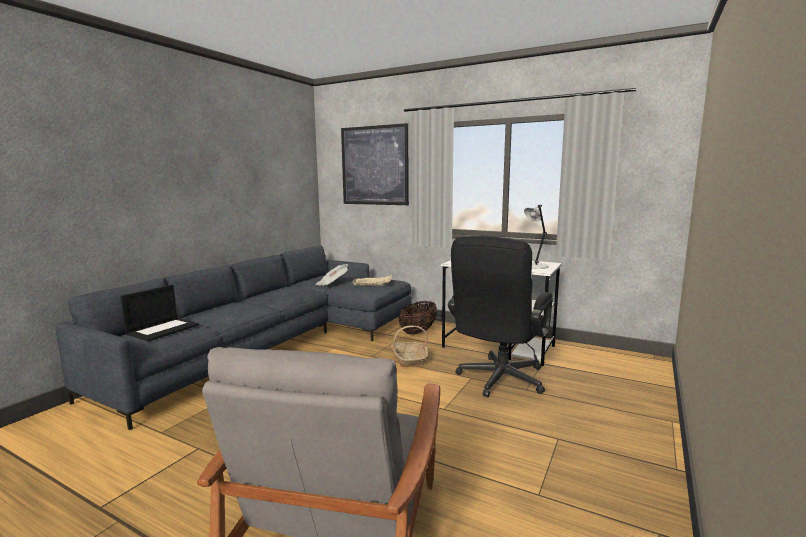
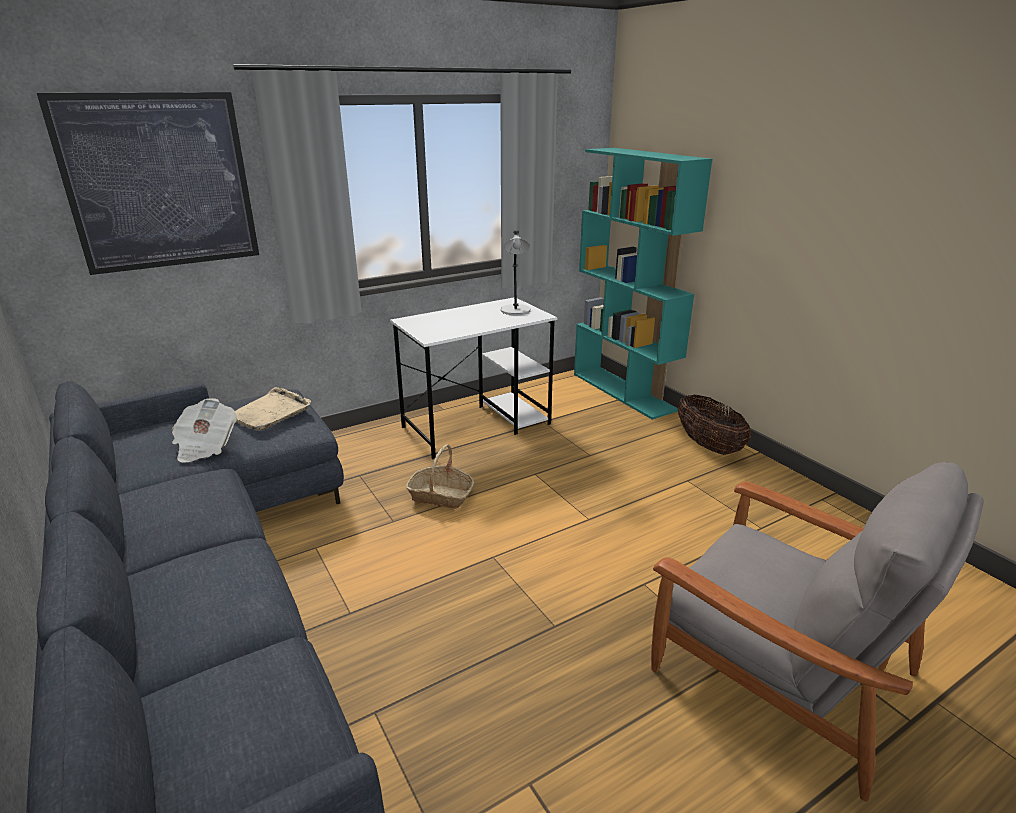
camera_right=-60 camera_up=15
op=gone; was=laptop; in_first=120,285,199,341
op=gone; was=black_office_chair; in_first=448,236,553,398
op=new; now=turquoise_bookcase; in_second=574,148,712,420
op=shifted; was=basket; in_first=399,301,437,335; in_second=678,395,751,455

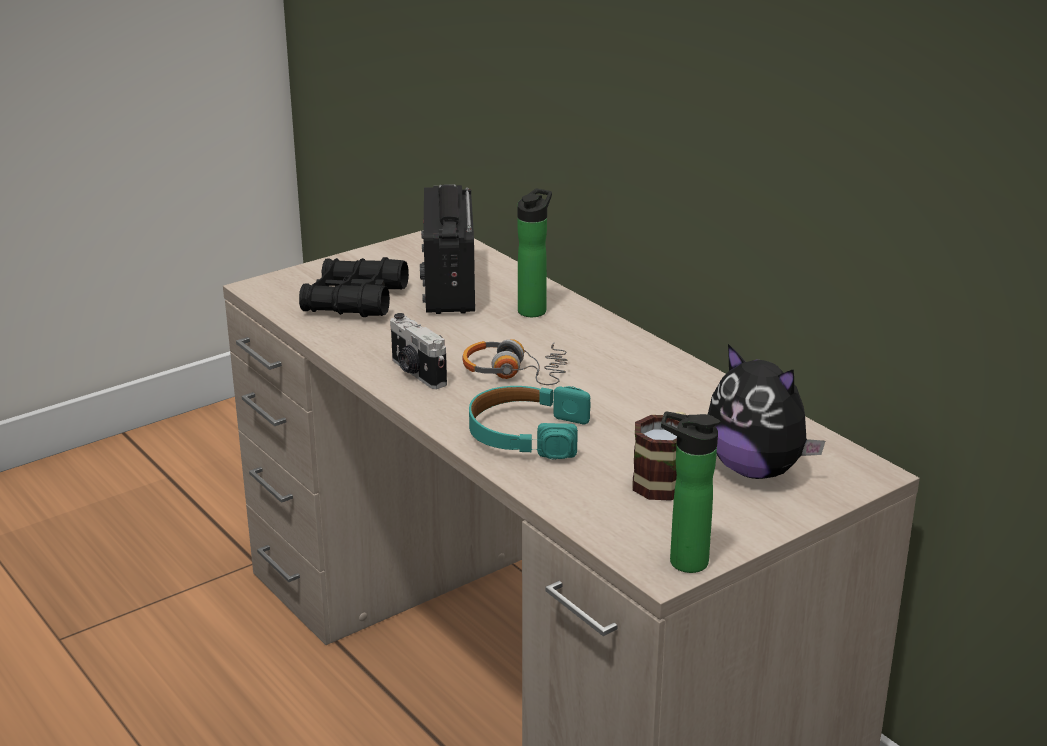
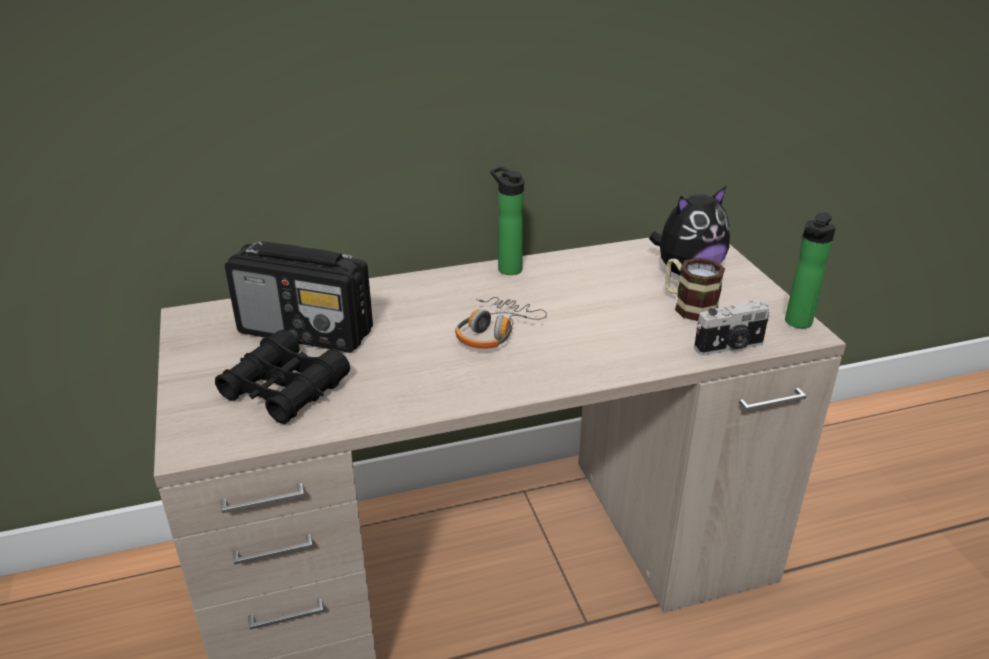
camera_right=-70 camera_up=5
op=gone; was=turquoise_headphones; in_first=469,386,590,460
op=shifted; was=photo_camera; in_first=390,313,447,389; in_second=694,301,769,355
op=shifted; was=bottle; in_first=517,189,552,317; in_second=490,167,524,275

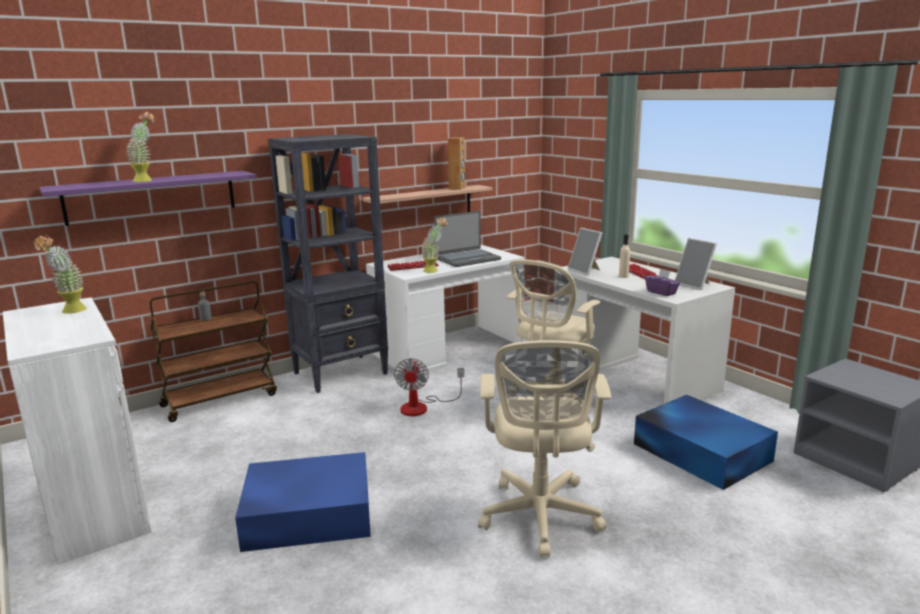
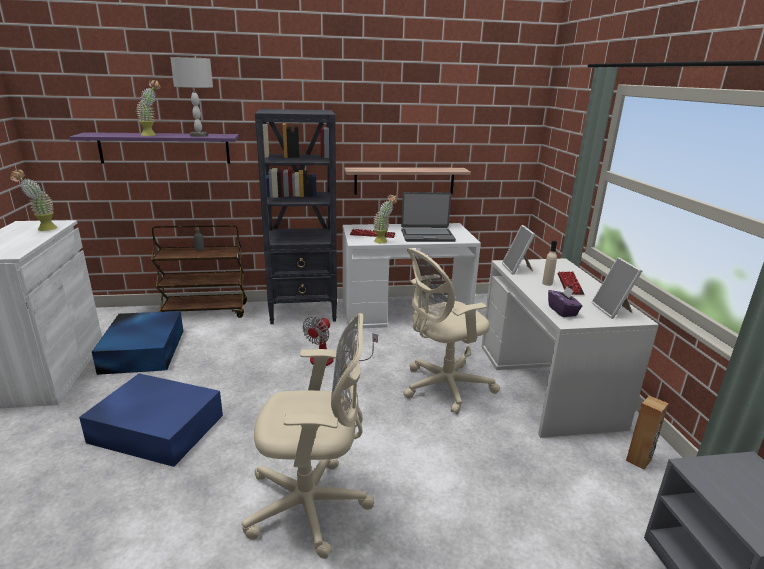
camera_right=25 camera_up=5
op=new; now=grey_table_lamp; in_second=170,57,213,137
op=shifted; was=brown_speaker; in_first=448,137,465,190; in_second=626,396,669,470
op=shifted; was=blue_storage_box; in_first=634,395,778,490; in_second=92,311,183,375
op=rotated; was=beige_office_chair; in_first=478,340,611,557; in_second=242,313,374,559; clockwise=-120

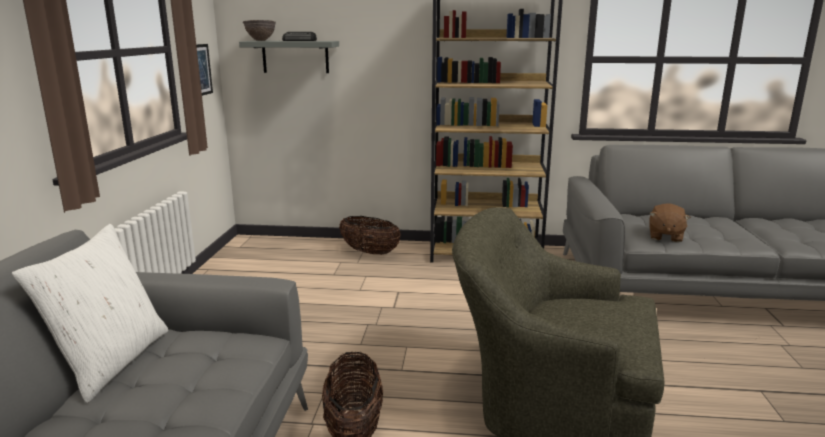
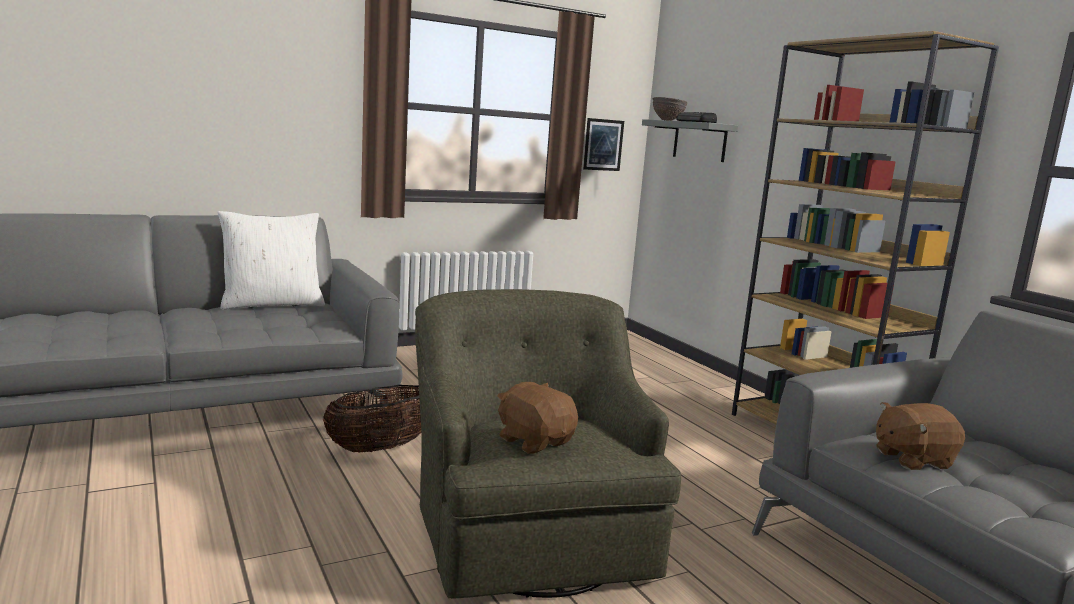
camera_right=55 camera_up=-5
op=gone; was=basket; in_first=339,216,401,255
op=new; now=brown_plush_toy; in_second=497,382,578,454

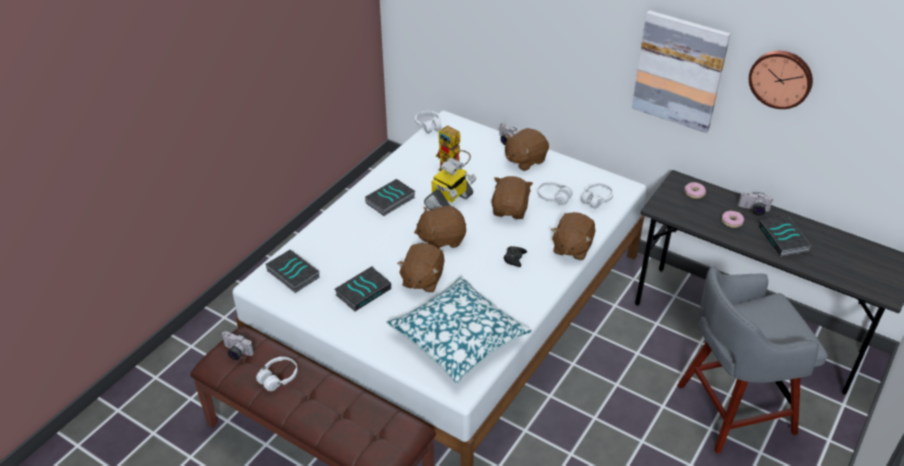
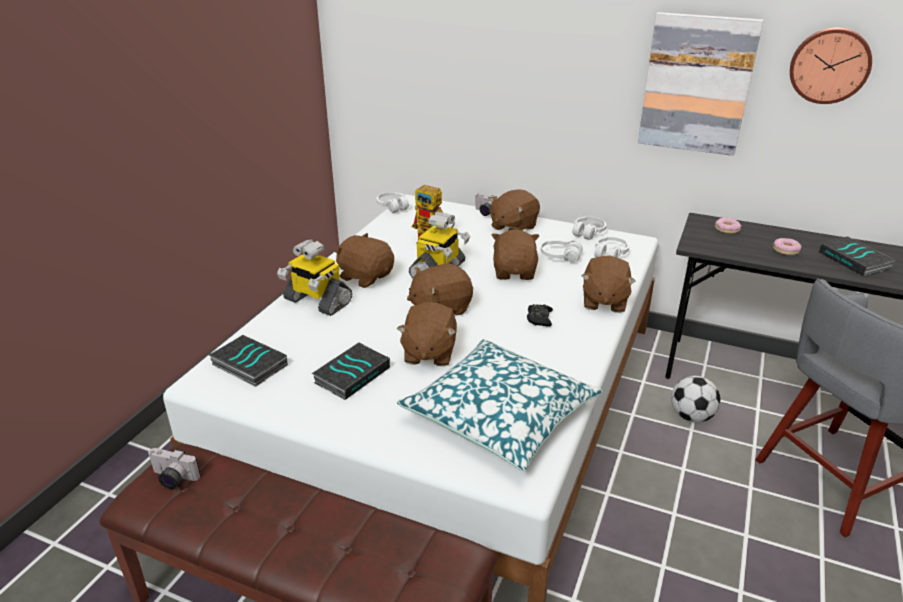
camera_right=-10 camera_up=-10
op=gone; was=photo_camera; in_first=738,192,774,215
op=new; now=toy_robot; in_second=277,239,352,316
op=new; now=football; in_second=671,376,720,423
op=shifted; was=white_headphones; in_first=256,357,298,391; in_second=572,217,606,240
op=swapped; was=book; now=brown_plush_toy; in_first=365,179,415,216; in_second=334,233,394,288

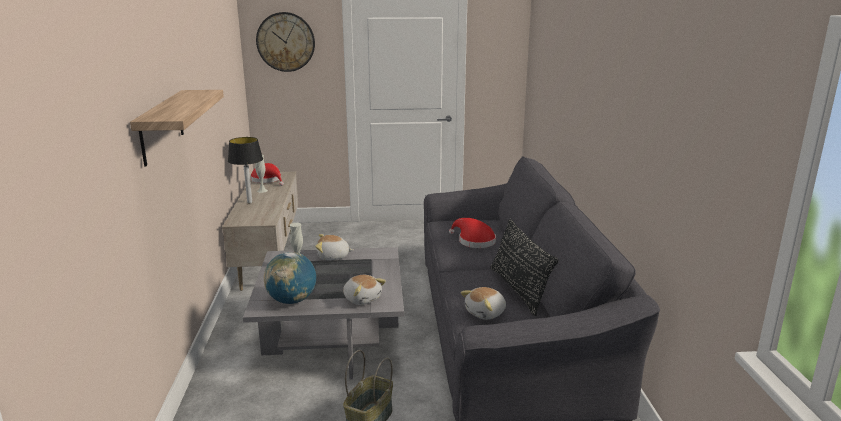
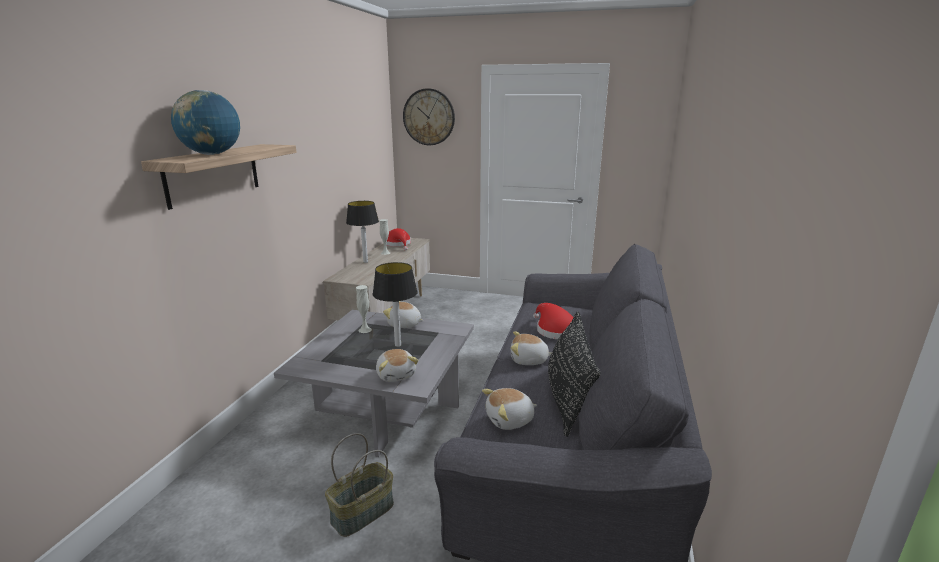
camera_right=20 camera_up=0
op=new; now=table_lamp; in_second=373,262,418,347
op=new; now=plush_toy; in_second=511,331,552,365
op=shifted; was=globe; in_first=264,252,316,304; in_second=171,90,240,155

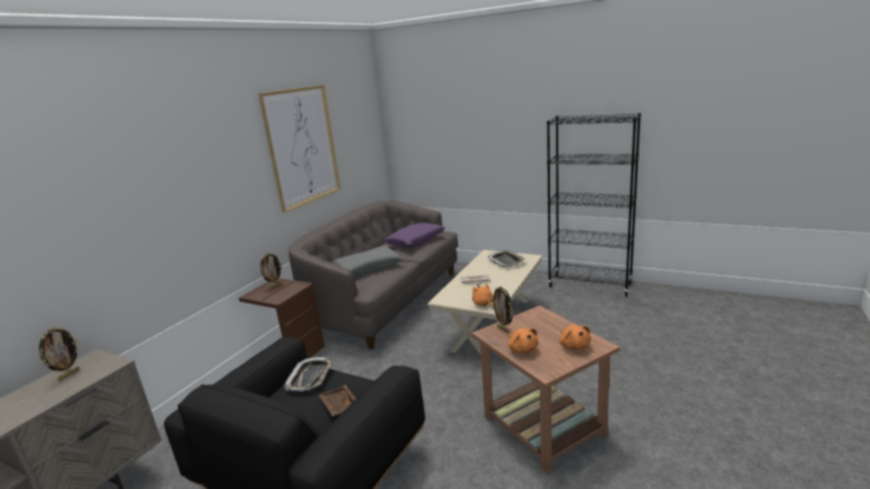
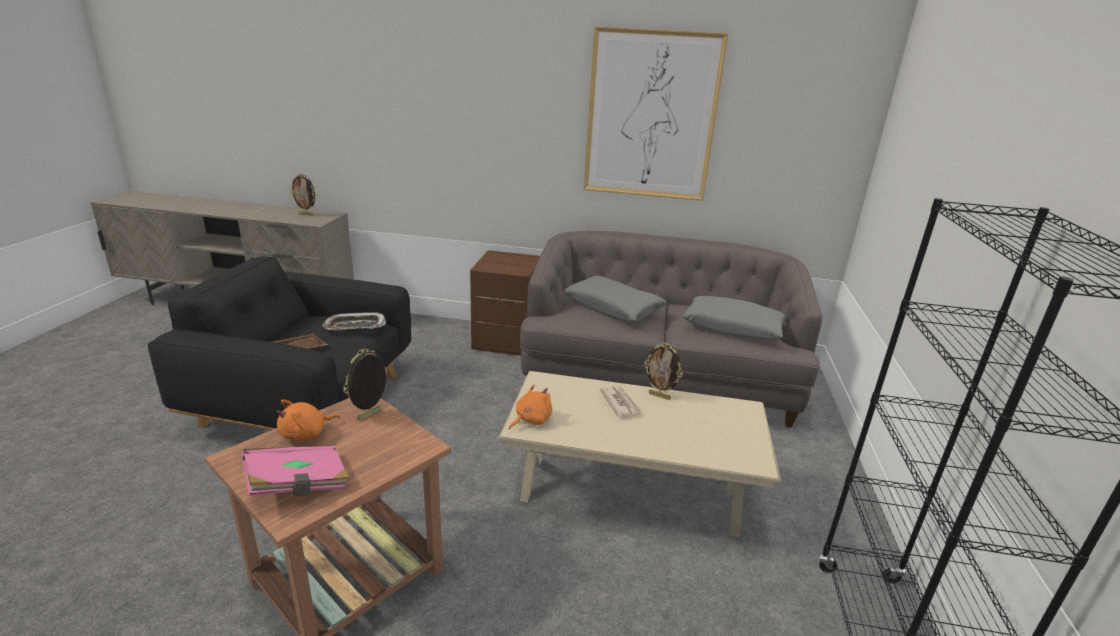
camera_right=70 camera_up=5
op=gone; was=tray; in_first=488,250,525,267
op=shifted; was=picture_frame; in_first=260,252,283,289; in_second=644,343,683,400
op=swapped; was=orange_plush_toy; now=pink_book; in_first=560,325,591,350; in_second=241,446,350,496
op=repainted; was=purple_pillow; now=grey_pillow; in_first=384,223,445,247; in_second=682,296,787,340

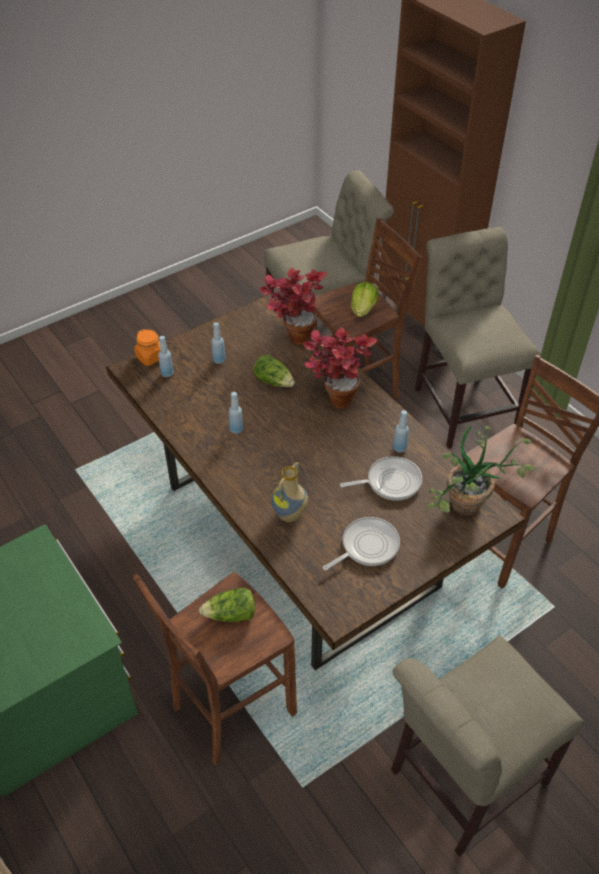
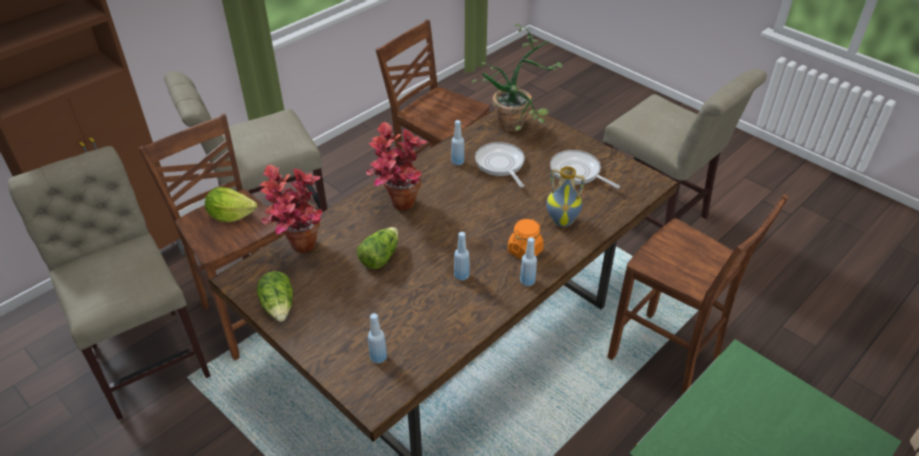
camera_right=-100 camera_up=-5
op=shifted; was=orange_jar; in_first=134,329,160,366; in_second=508,219,544,260
op=shifted; was=lettuce; in_first=199,588,255,622; in_second=257,271,293,322
op=shifted; was=blue_bottle; in_first=212,322,226,364; in_second=520,237,537,286

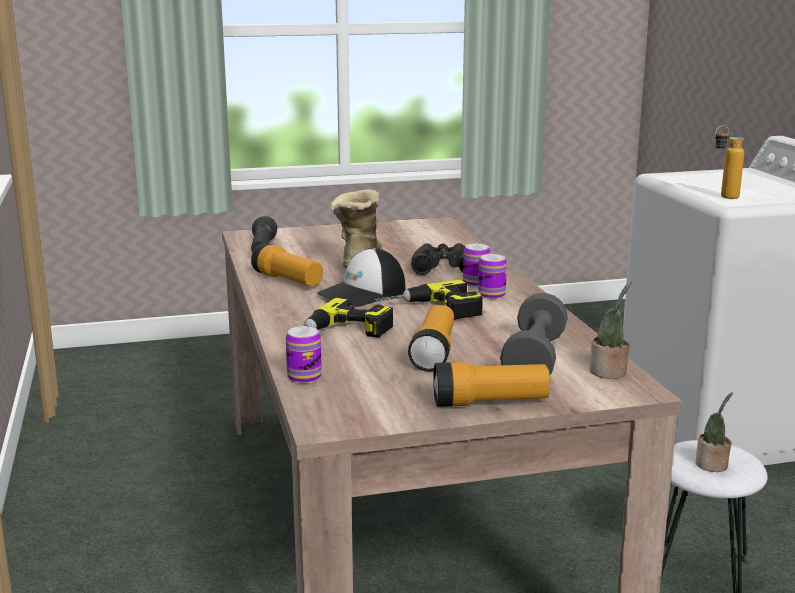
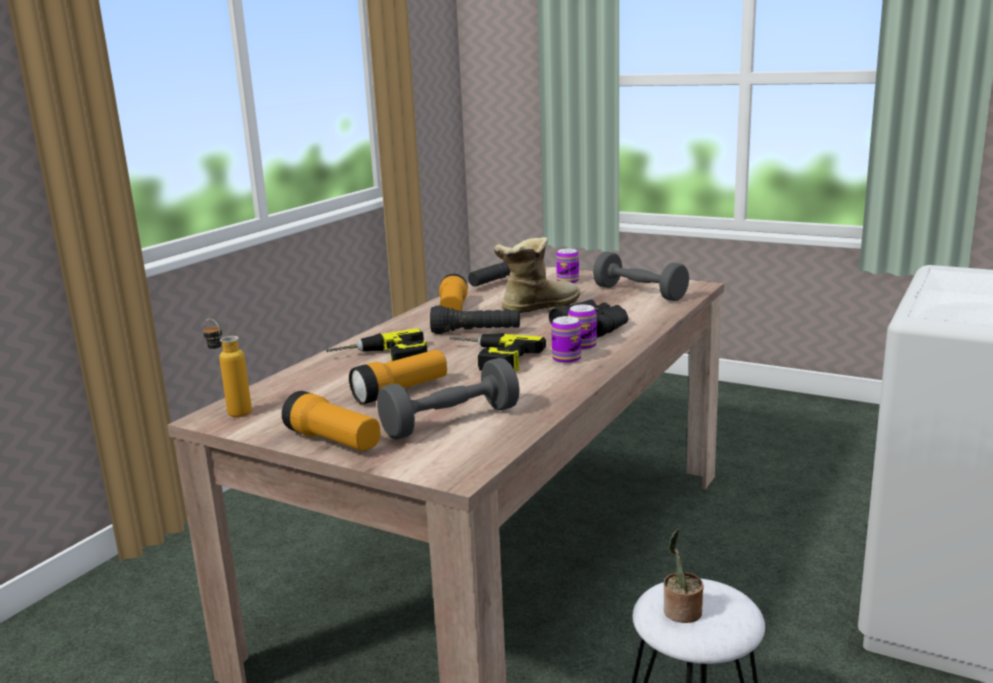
camera_right=45 camera_up=0
op=gone; was=potted_plant; in_first=590,281,632,379
op=new; now=grey_dumbbell; in_second=593,252,689,301
op=shifted; was=can; in_first=286,326,322,383; in_second=556,249,579,284
op=shifted; was=bottle; in_first=715,125,744,199; in_second=203,319,252,417
op=swapped; was=cap; now=black_flashlight; in_first=317,248,406,307; in_second=430,306,520,334

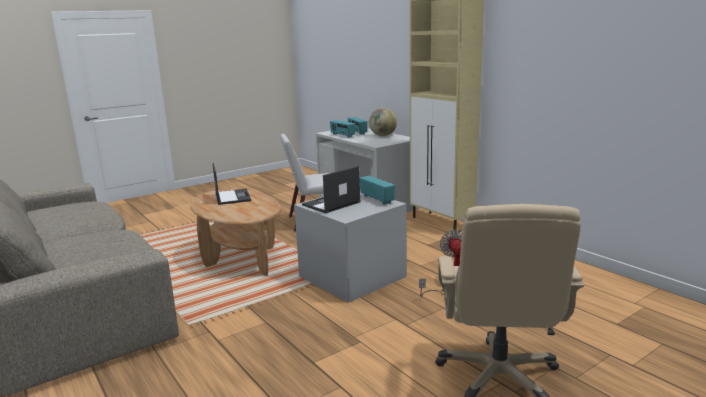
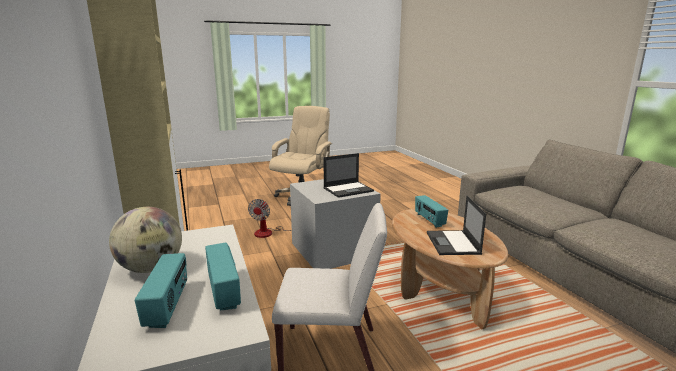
camera_right=-165 camera_up=0
op=shifted; was=radio; in_first=360,176,395,204; in_second=415,195,448,228

